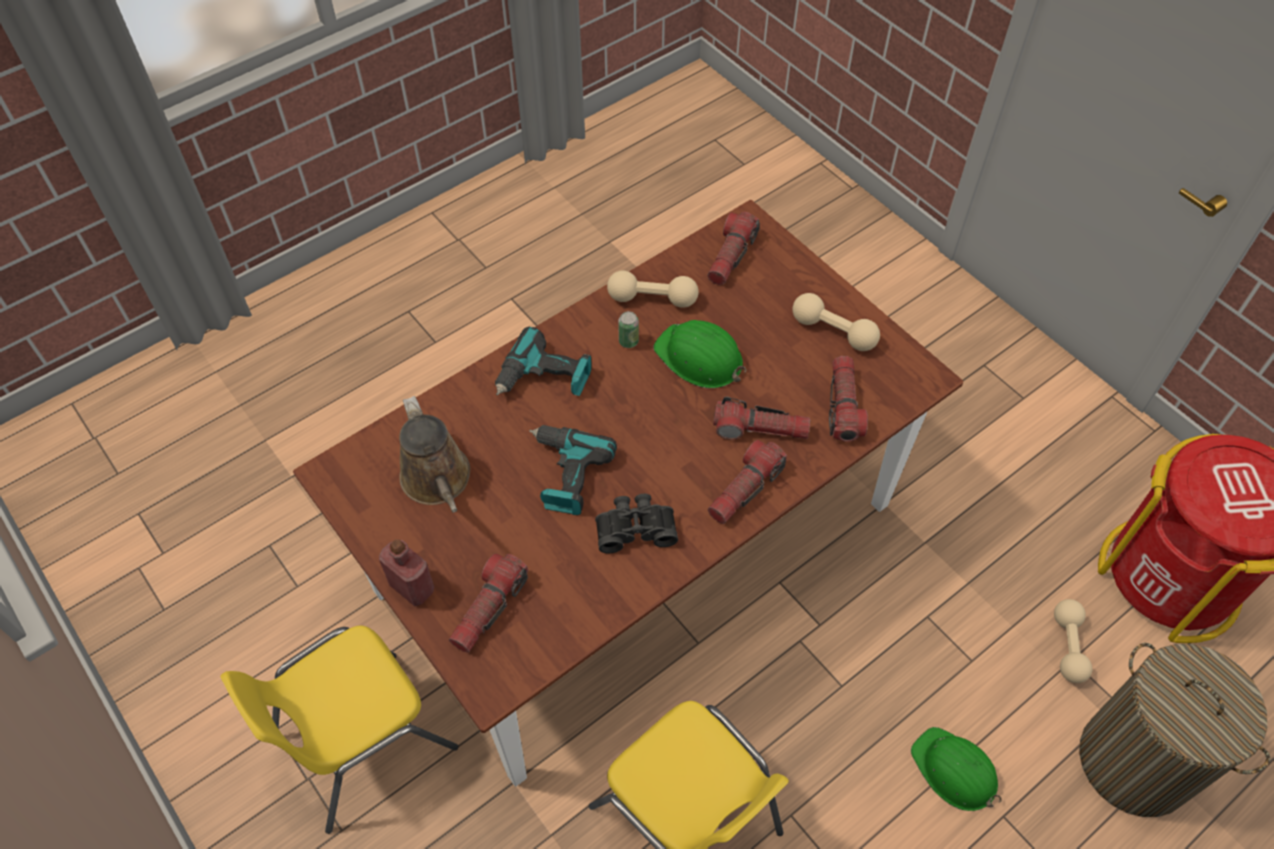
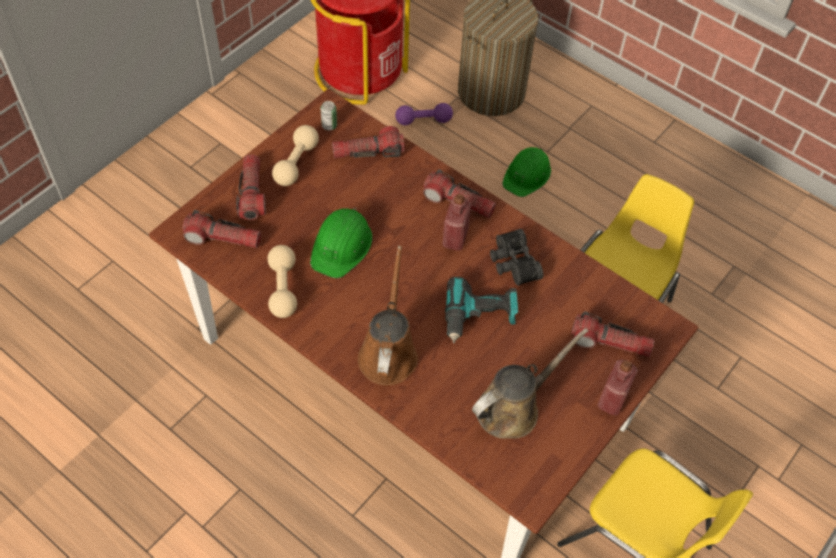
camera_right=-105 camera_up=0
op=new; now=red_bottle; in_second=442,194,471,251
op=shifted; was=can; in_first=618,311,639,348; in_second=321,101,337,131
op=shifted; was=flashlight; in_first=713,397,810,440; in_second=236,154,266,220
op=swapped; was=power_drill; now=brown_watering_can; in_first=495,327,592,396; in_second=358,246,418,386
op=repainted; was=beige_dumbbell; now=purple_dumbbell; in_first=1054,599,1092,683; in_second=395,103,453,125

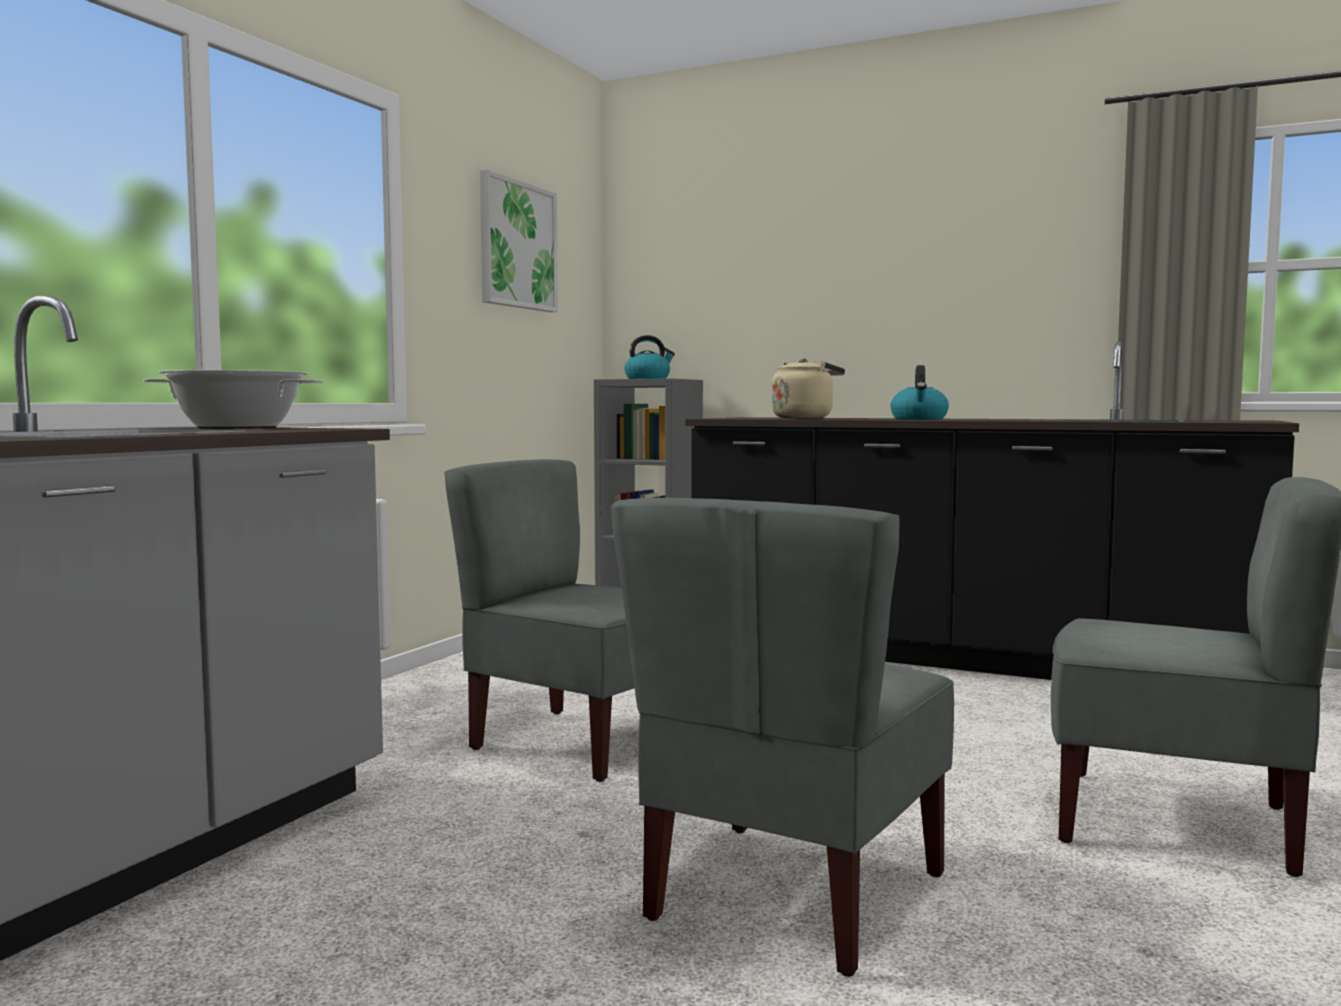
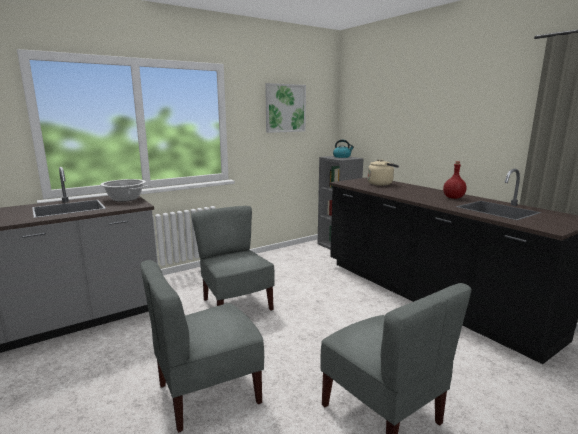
camera_right=30 camera_up=10
op=gone; was=kettle; in_first=891,365,949,420
op=new; now=red_bottle; in_second=443,161,467,199

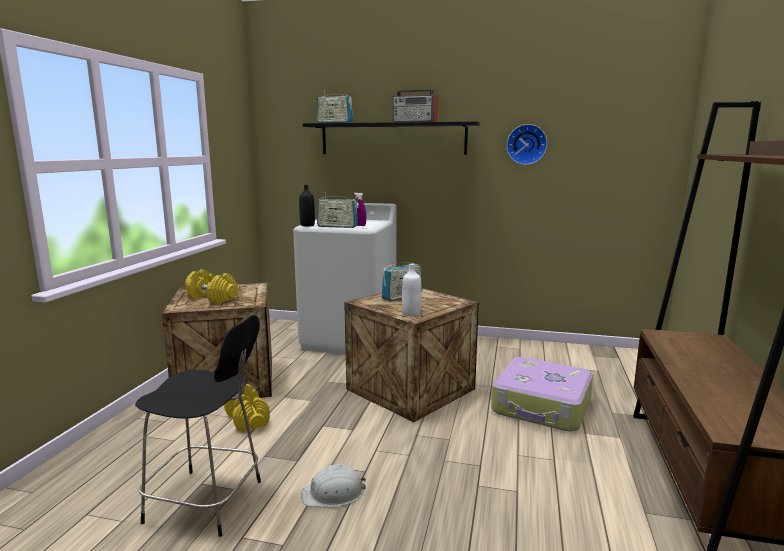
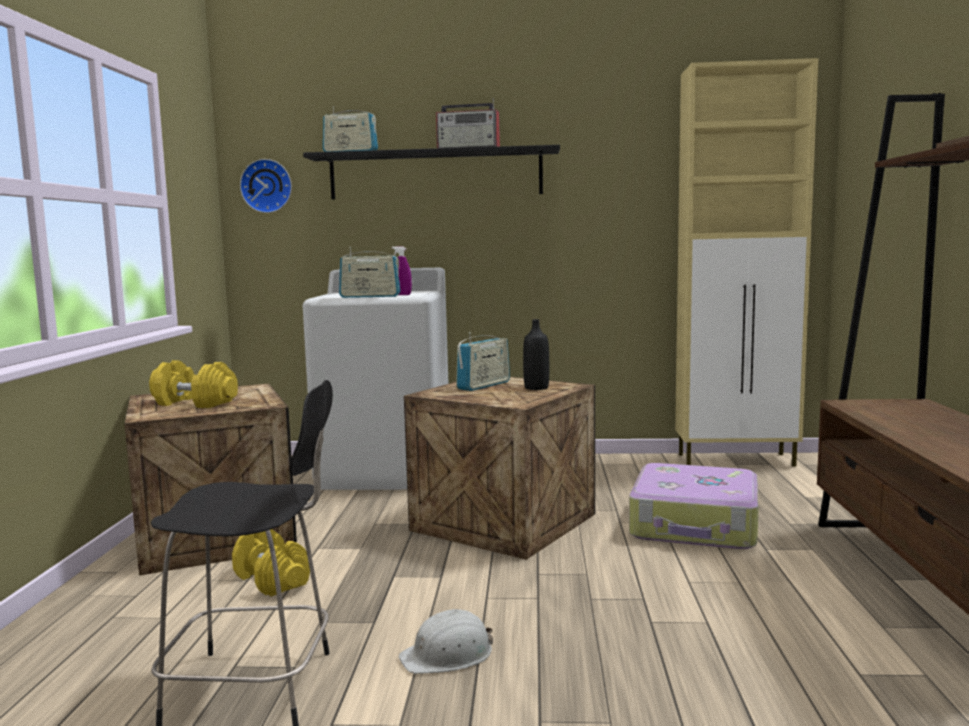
camera_right=-10 camera_up=-5
op=gone; was=white_bottle; in_first=402,263,421,316
op=new; now=beige_cabinet; in_second=675,58,818,467
op=shifted; was=black_bottle; in_first=299,185,315,226; in_second=523,319,549,390
op=shifted; was=wall_clock; in_first=506,124,547,165; in_second=240,159,292,213

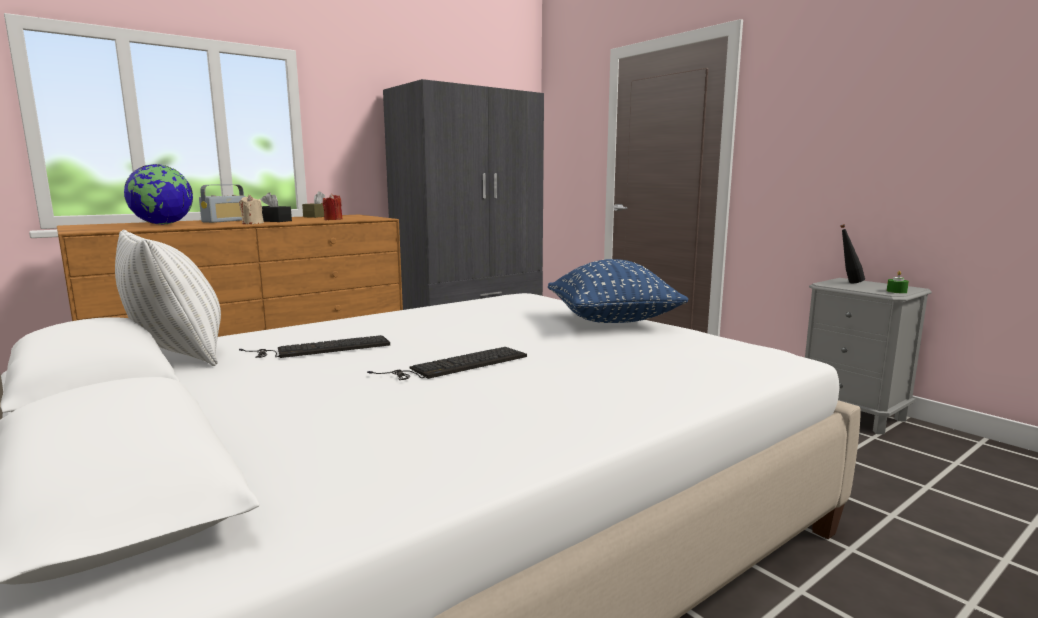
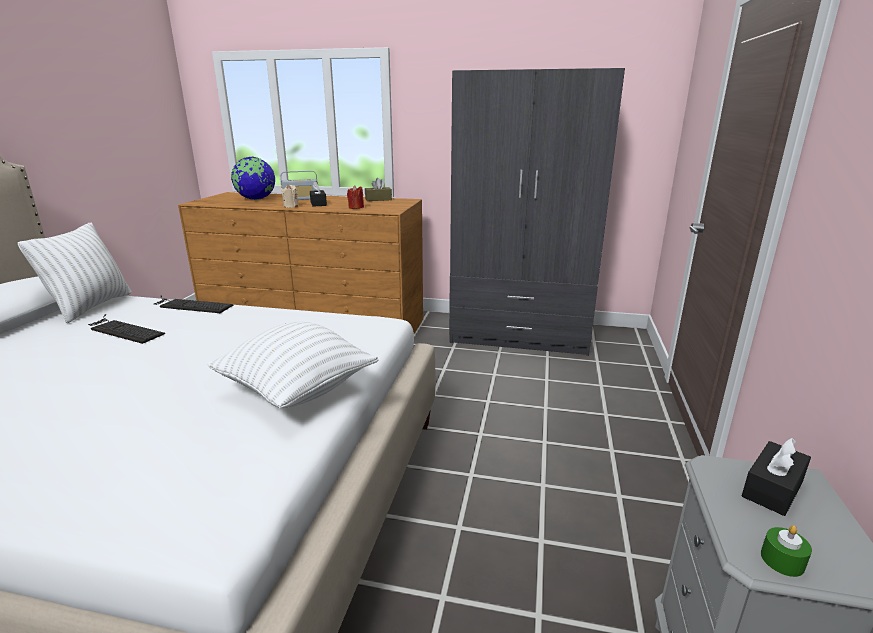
camera_right=50 camera_up=10
op=shifted; was=keyboard; in_first=367,347,527,380; in_second=153,295,233,313
op=swapped; was=black_bottle; now=black_tissue_box; in_first=840,224,865,283; in_second=742,438,811,516
op=repainted; was=blue_pillow; now=white_pillow; in_first=548,259,689,323; in_second=207,322,378,408

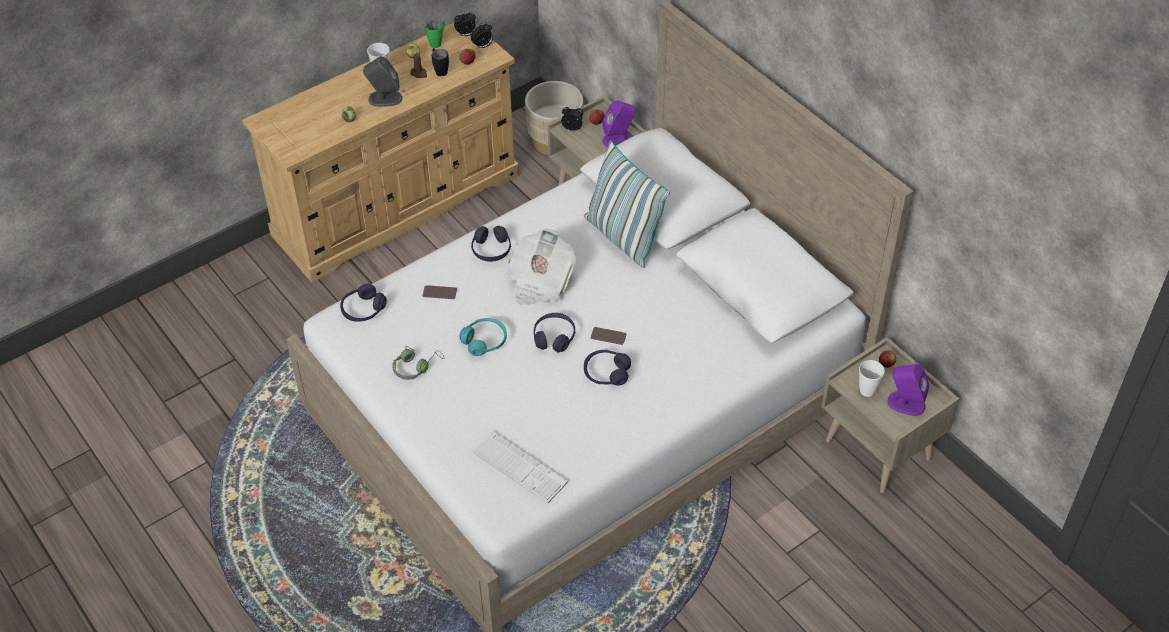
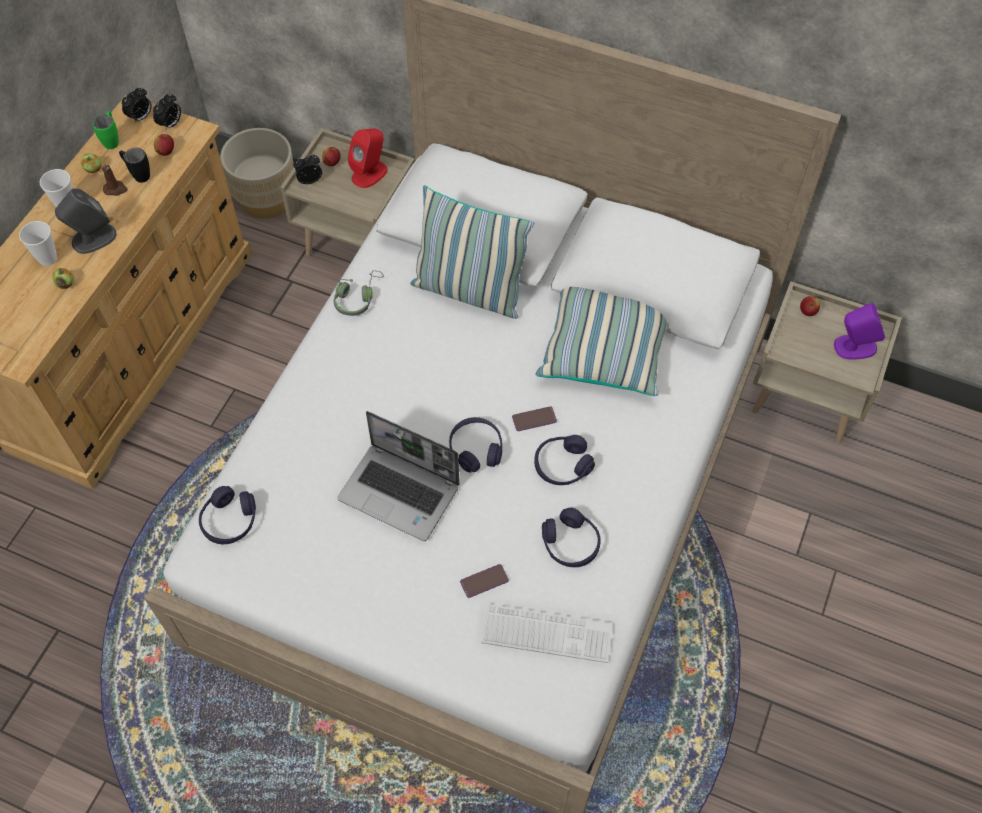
camera_right=-30 camera_up=10
op=gone; was=newspaper; in_first=509,229,576,305
op=new; now=pillow; in_second=535,287,667,396
op=shifted; was=grey_headphones; in_first=392,346,444,380; in_second=333,270,384,316
op=shifted; was=phone; in_first=422,285,457,299; in_second=460,564,509,598
op=shifted; was=purple_headphones; in_first=471,225,511,262; in_second=542,508,601,567
op=shifted; was=cup; in_first=859,360,885,397; in_second=19,221,57,266
op=swapped; was=turquoise_headphones; now=laptop; in_first=459,318,507,356; in_second=337,411,460,541
op=repainted; was=purple_speaker; now=red_speaker; in_first=602,100,636,148; in_second=347,128,388,188

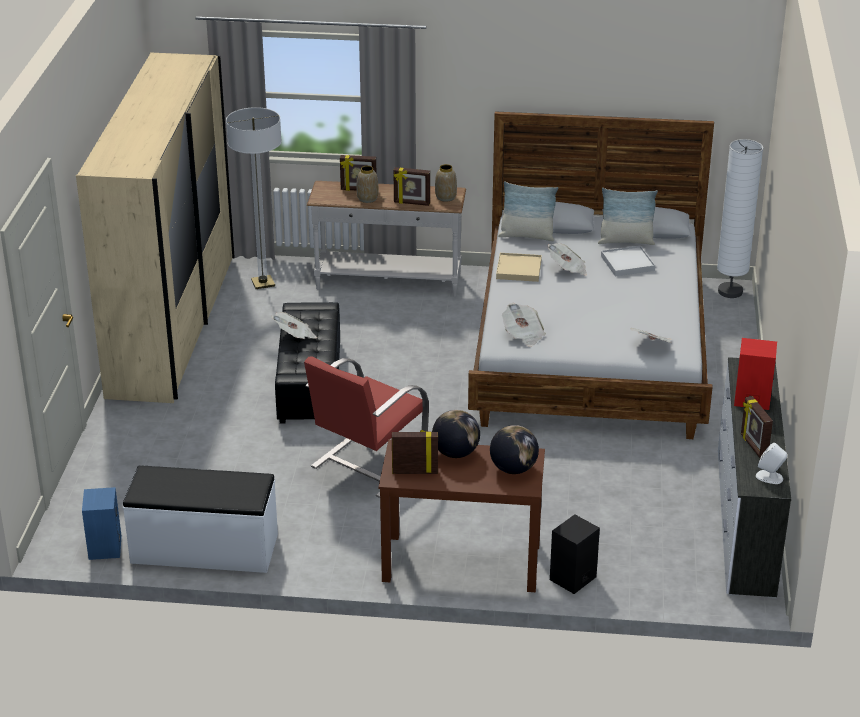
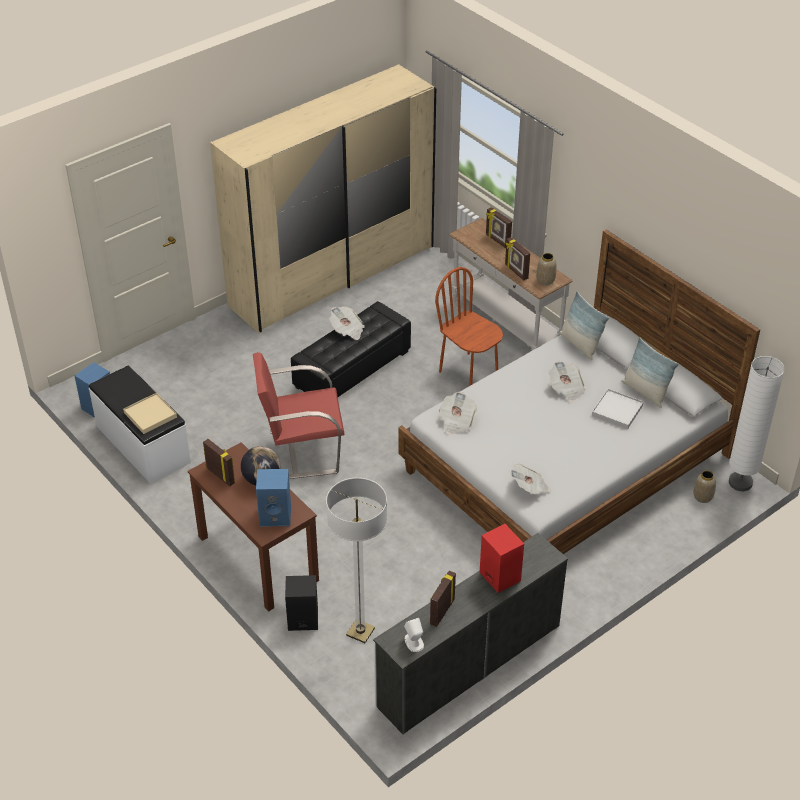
camera_right=45 camera_up=10
op=new; now=brown_chair; in_second=435,267,503,386
op=shifted; was=floor_lamp; in_first=226,107,282,289; in_second=326,478,387,643
op=shifted; was=vase; in_first=356,166,379,203; in_second=693,470,716,503
op=shifted; was=beige_tray; in_first=496,253,542,282; in_second=123,393,177,434
op=swapped; was=globe; now=blue_speaker; in_first=490,425,539,474; in_second=256,469,291,527

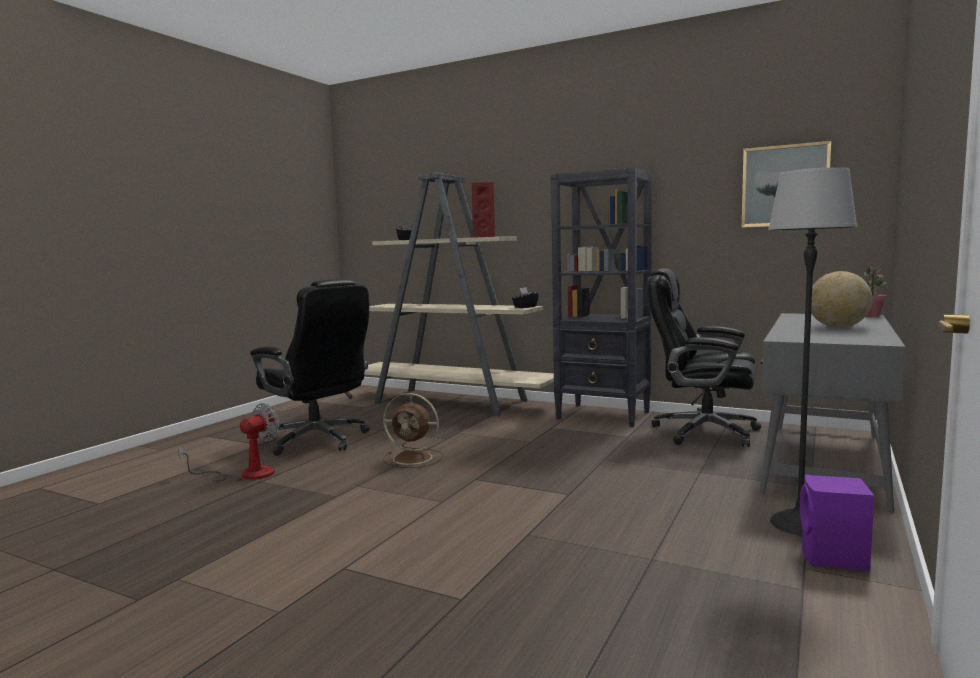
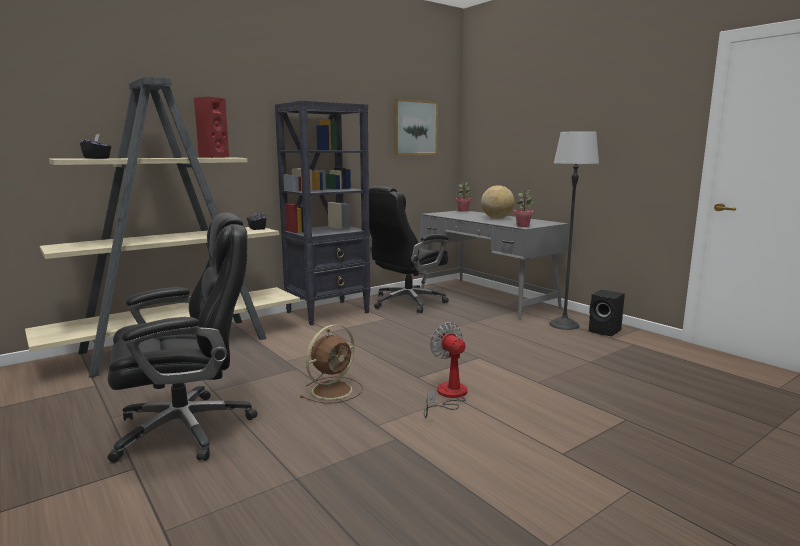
camera_right=-65 camera_up=5
op=new; now=potted_plant; in_second=514,190,534,227
op=shifted; was=fan; in_first=178,403,279,481; in_second=423,322,468,418
op=repainted; was=purple_speaker; now=black_speaker; in_first=800,475,874,571; in_second=589,290,625,336

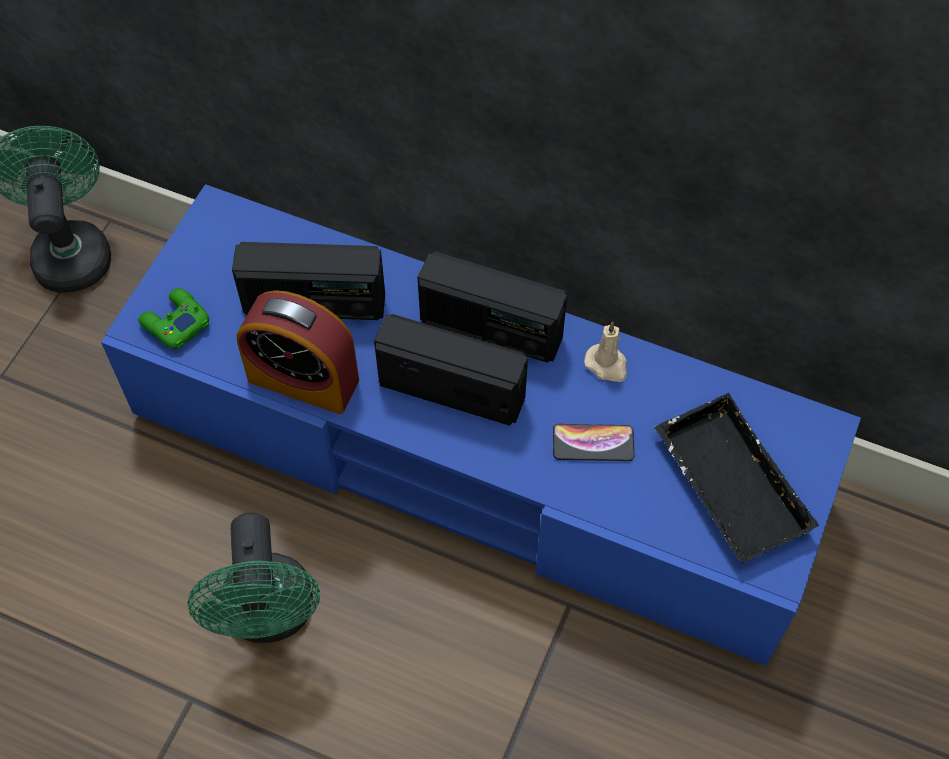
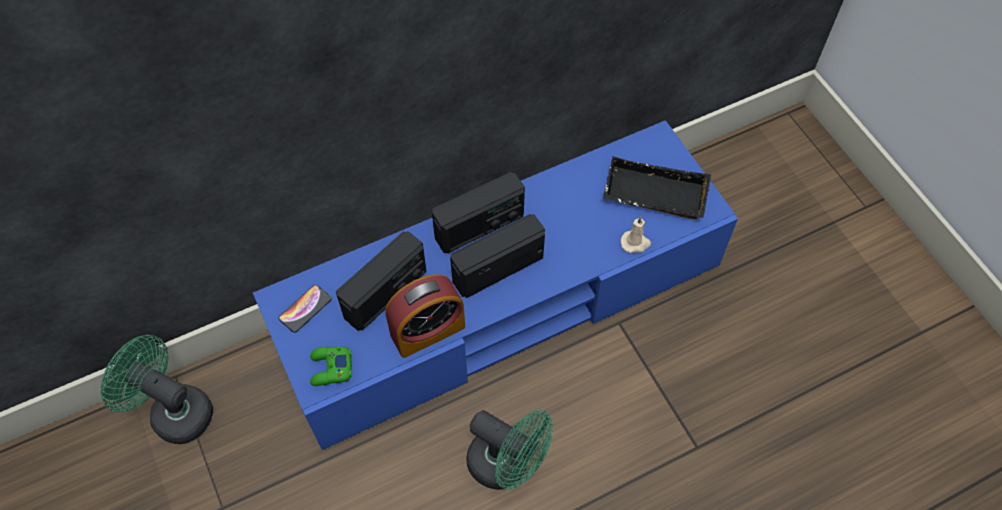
camera_right=-50 camera_up=0
op=shifted; was=phone; in_first=553,424,634,461; in_second=278,285,332,333
op=shifted; was=beige_candle; in_first=584,322,627,382; in_second=621,216,651,253

